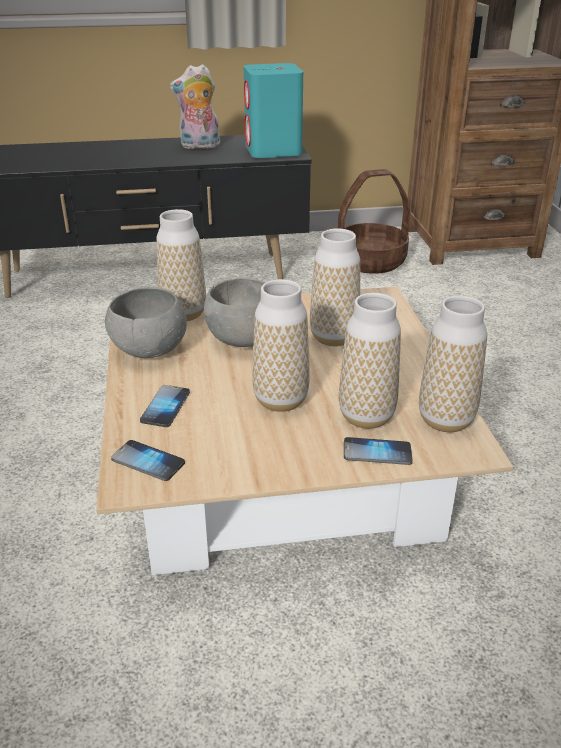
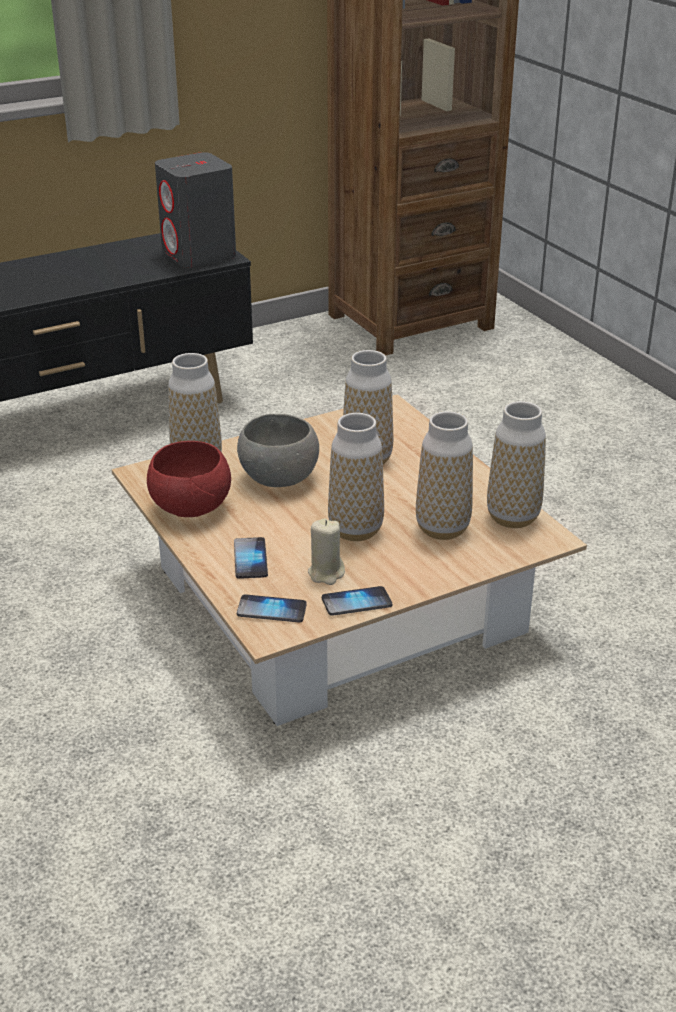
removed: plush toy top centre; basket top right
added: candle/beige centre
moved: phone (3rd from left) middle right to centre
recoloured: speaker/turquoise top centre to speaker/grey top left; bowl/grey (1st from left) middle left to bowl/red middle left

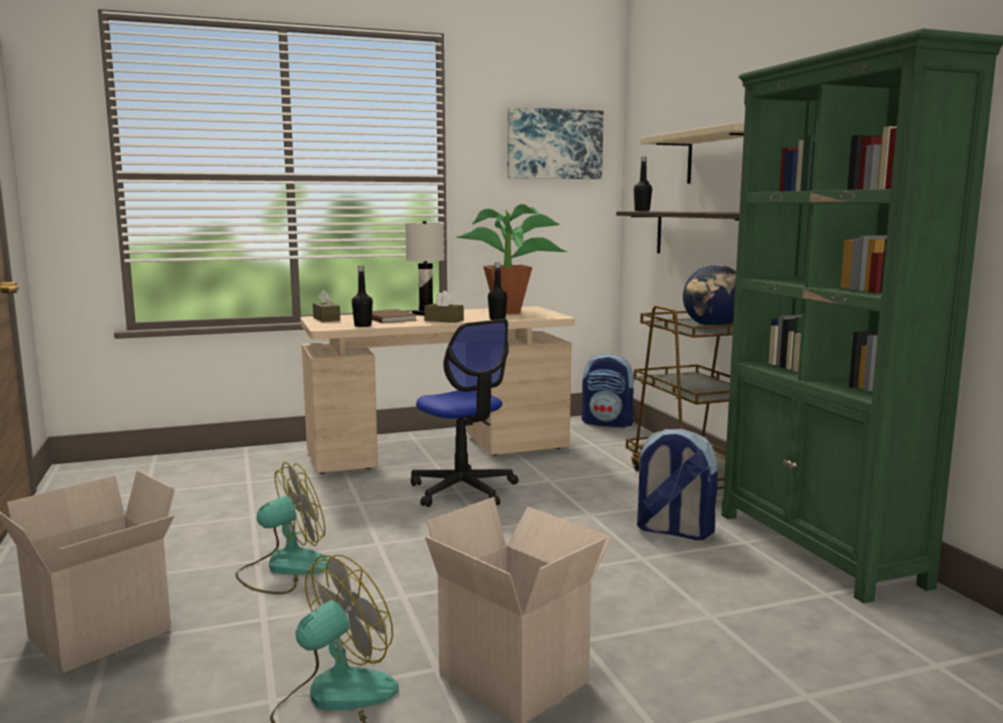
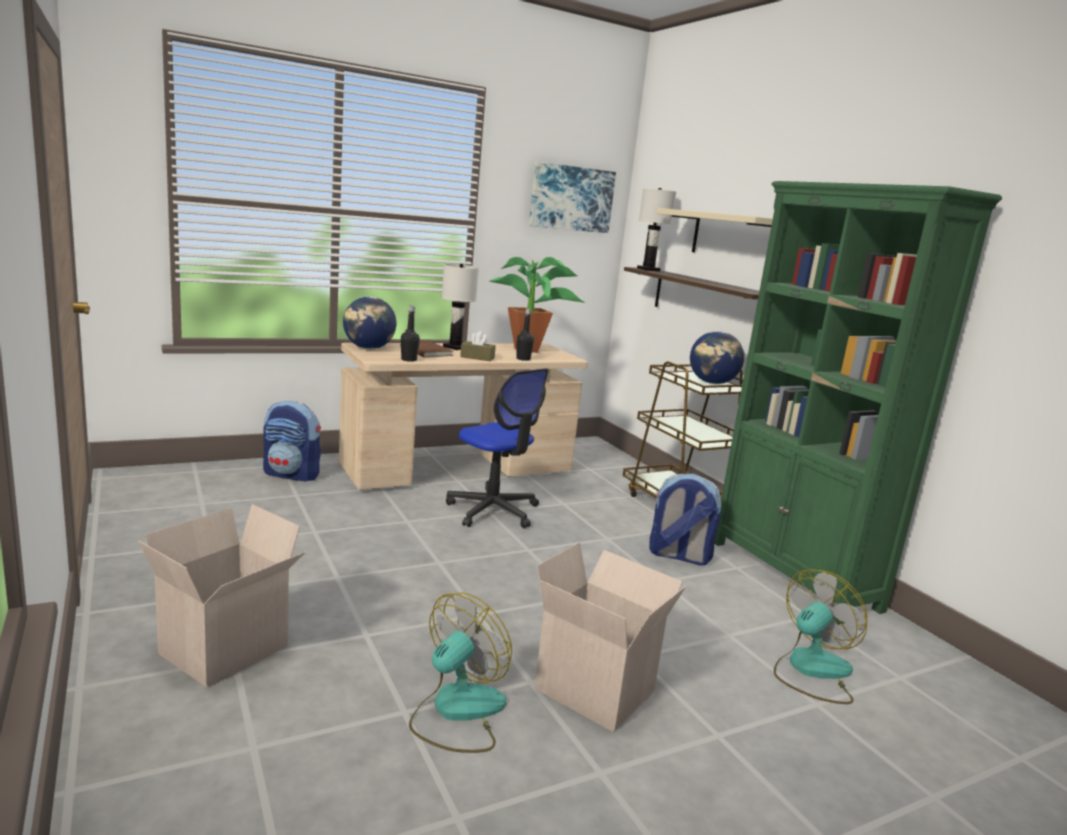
moved: backpack (1st from left) centre to middle left; fan (1st from left in the first image) bottom left to fan (2nd from left) bottom right
replaced: bottle/black (3rd from left) top centre to table lamp/white (2nd from left) top centre; tissue box/brown (1st from left) middle left to globe (1st from left) centre

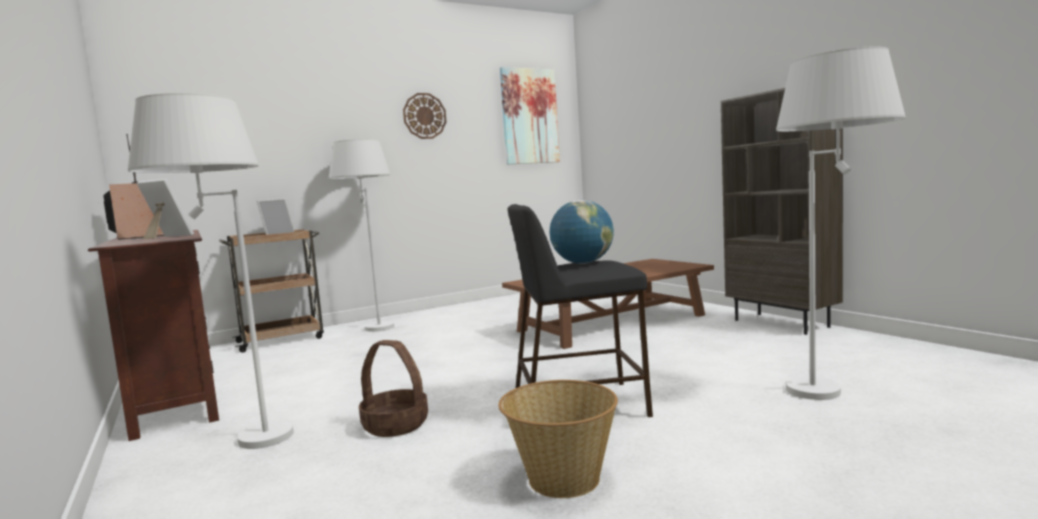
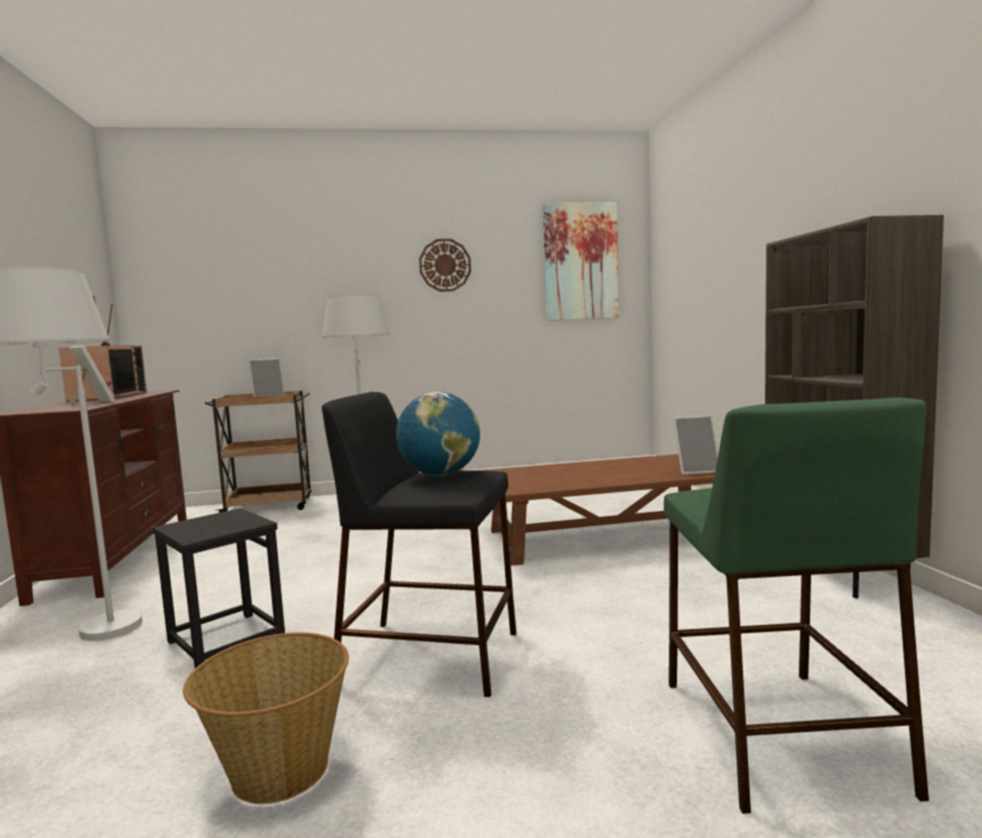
added: picture frame (3rd from left) middle right
replaced: floor lamp/white (3rd from left) middle right to stool/green bottom right; basket (1st from left) bottom centre to stool/black (1st from left) bottom left

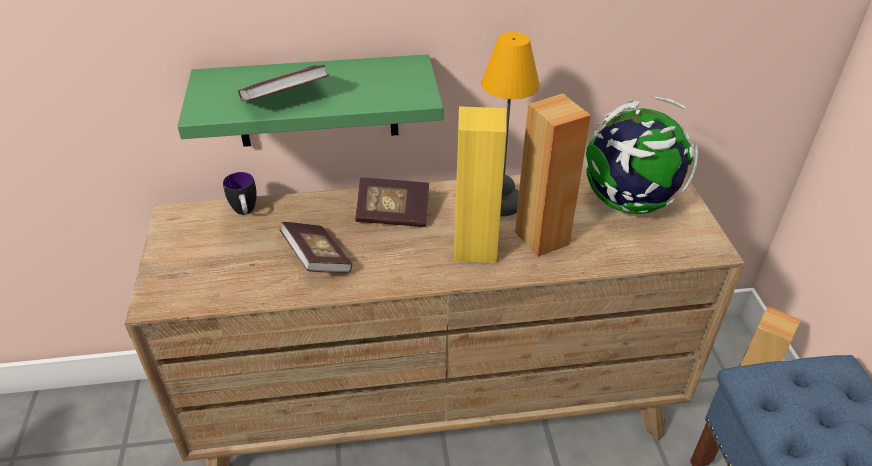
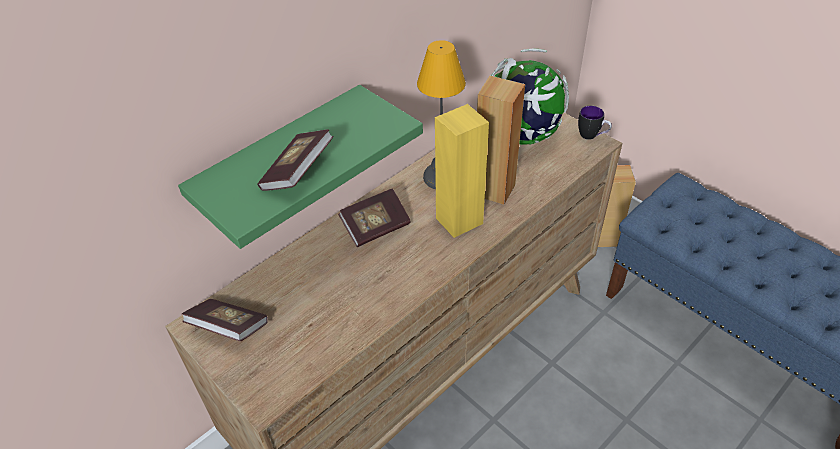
moved: mug middle left to top right; book (2nd from left in the first image) centre to book (1st from left) bottom left

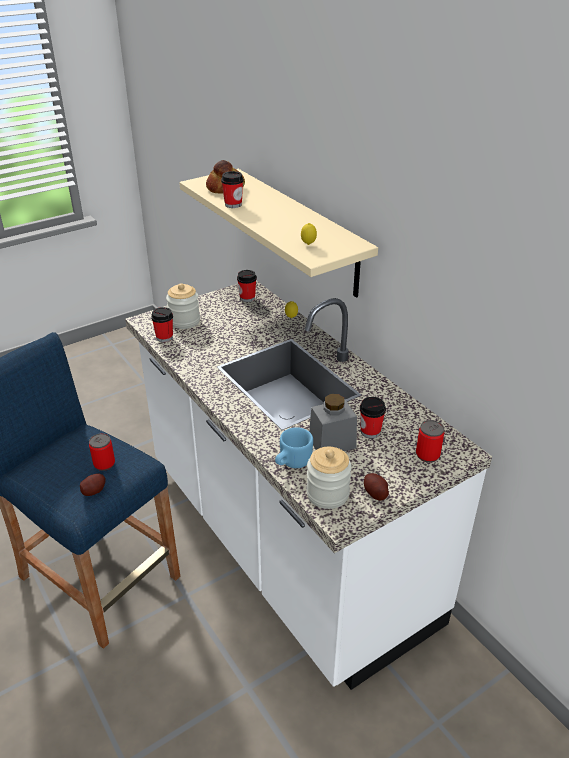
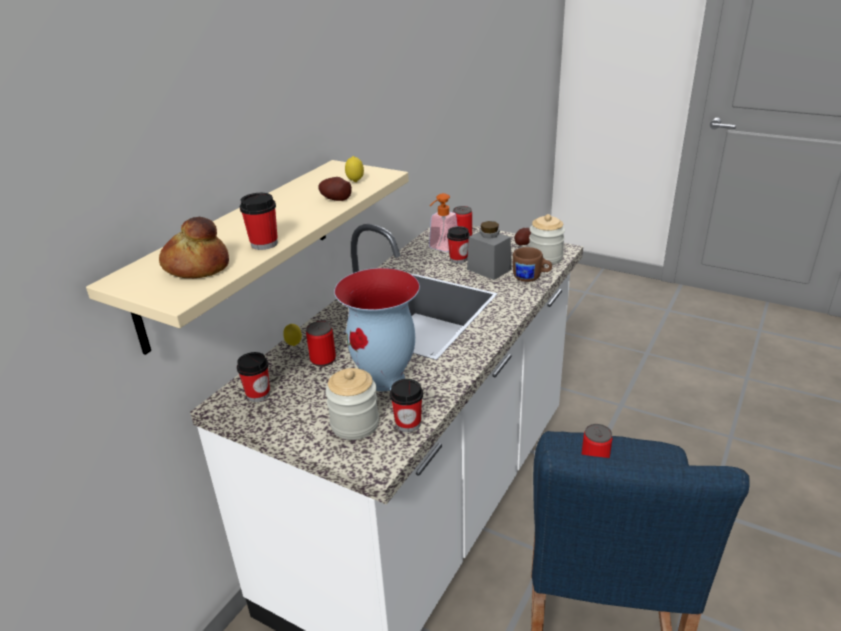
added: soap dispenser centre; vase centre; can (1st from left) centre
moved: potato (1st from left) middle left to top centre
recoloured: mug/blue centre to mug/brown centre

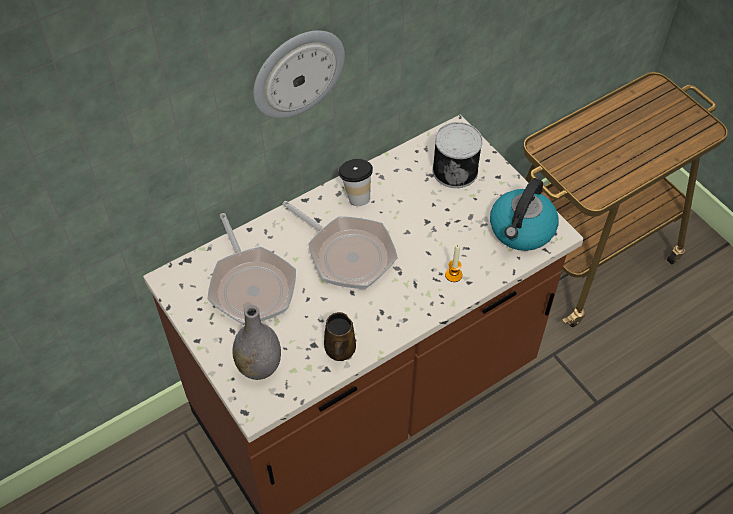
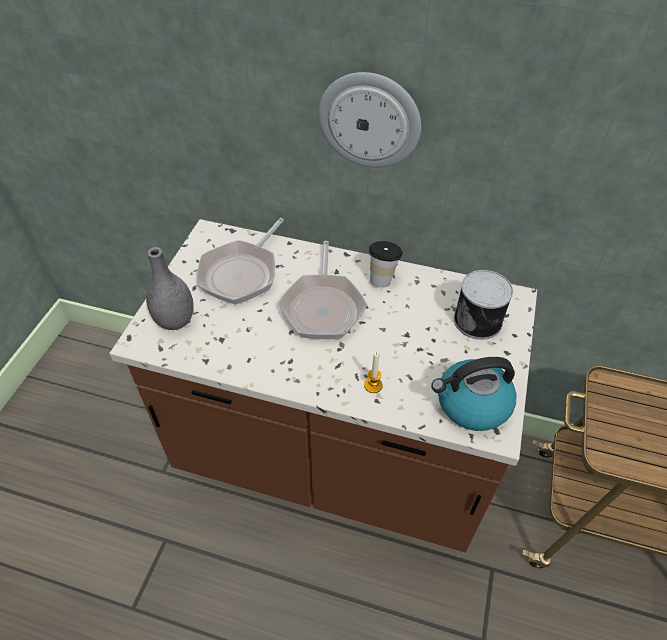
removed: mug/brown centre

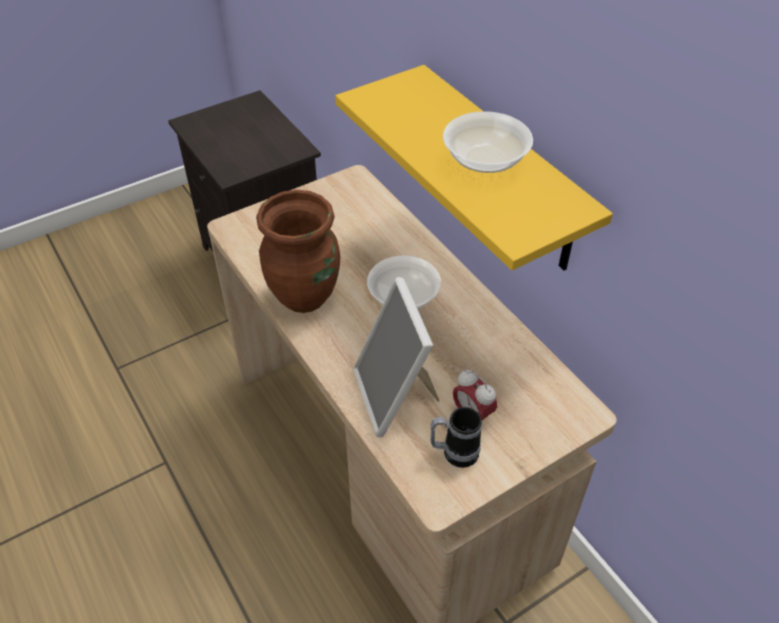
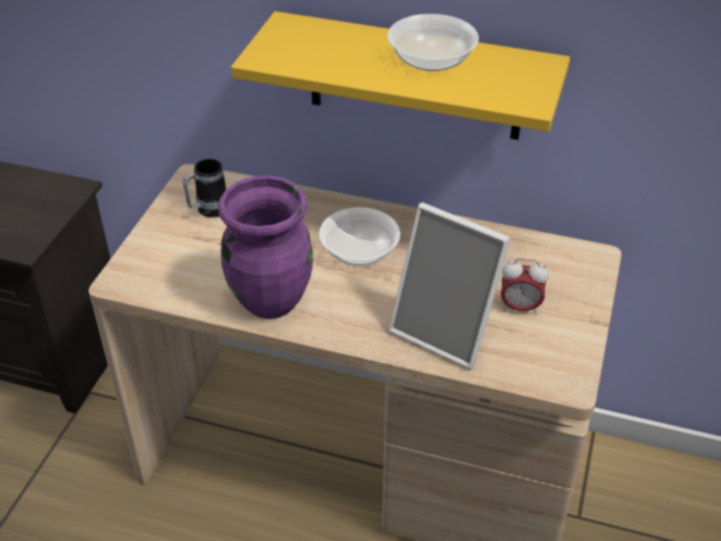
moved: mug bottom centre to middle left
recoloured: vase/brown centre to vase/purple centre

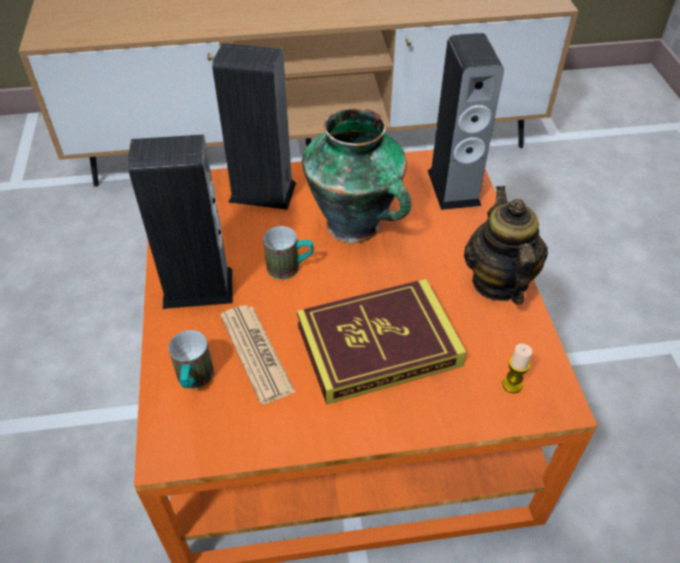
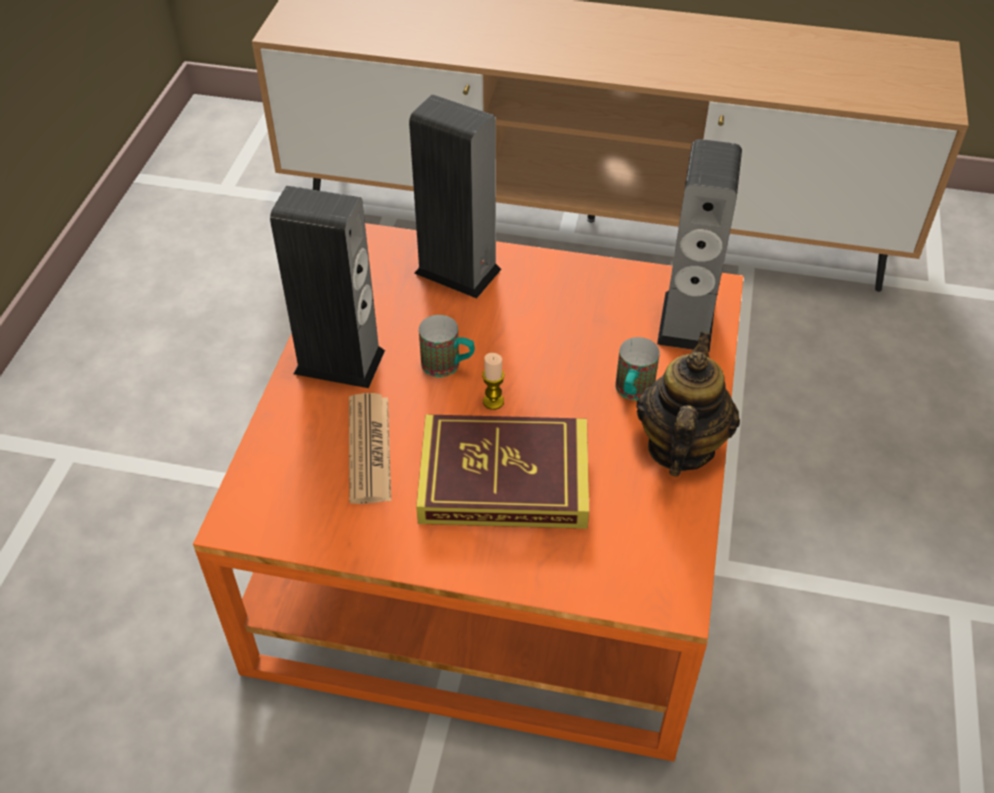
removed: vase top centre
moved: mug (1st from left in the first image) middle left to mug (2nd from left) centre; candle middle right to centre

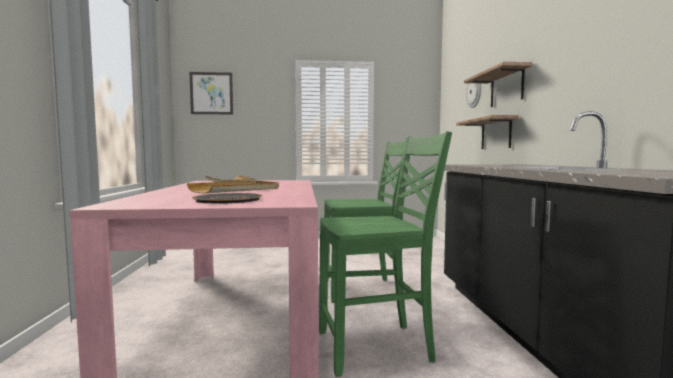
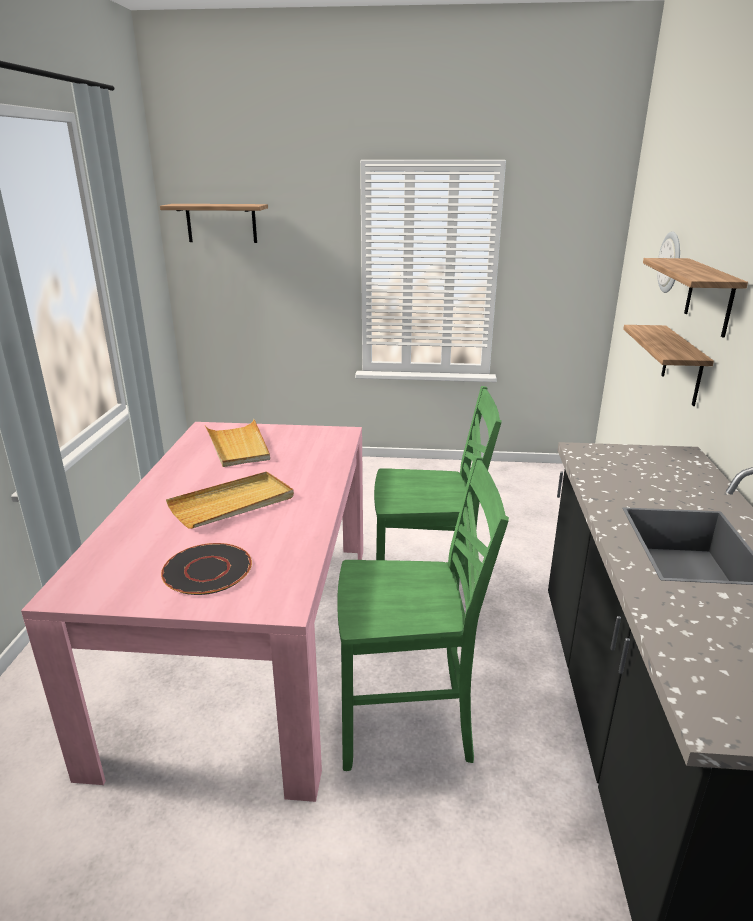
replaced: picture top left to shelf (1st from left) top left

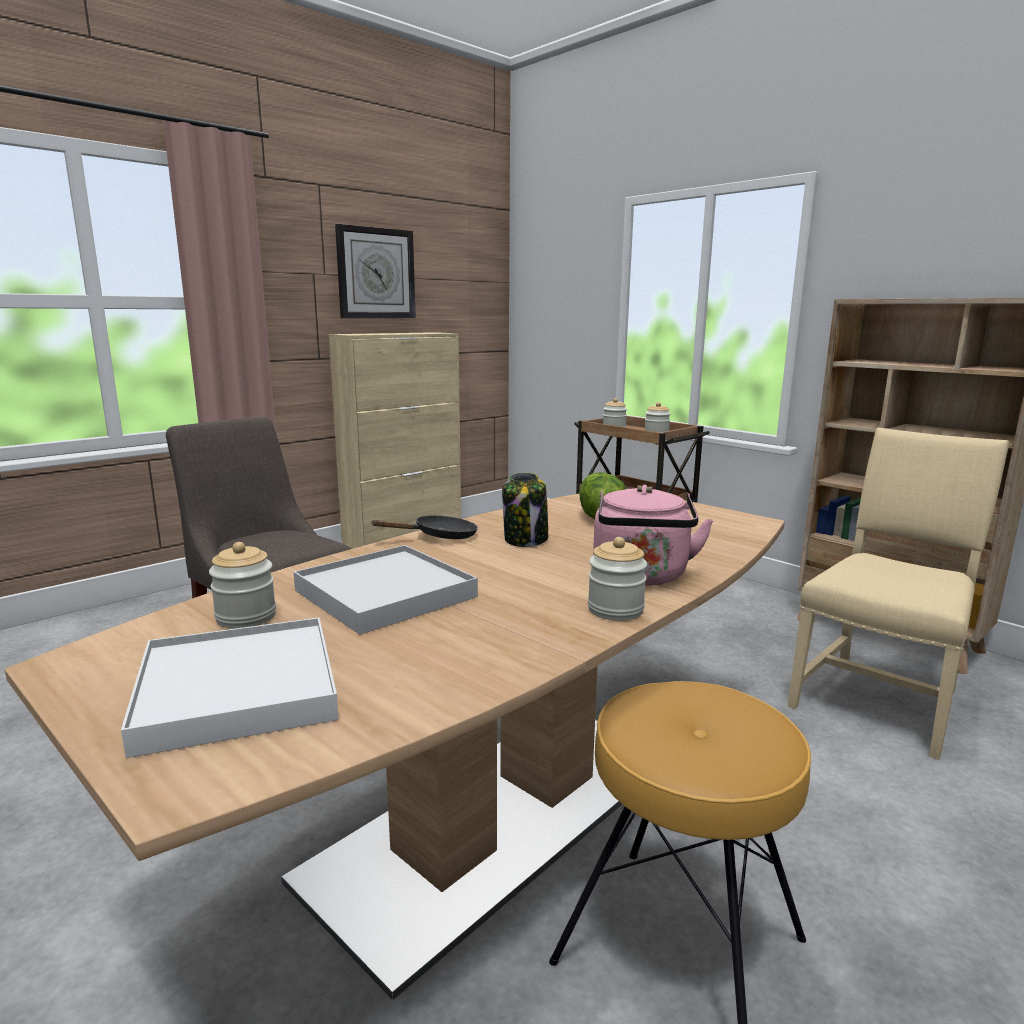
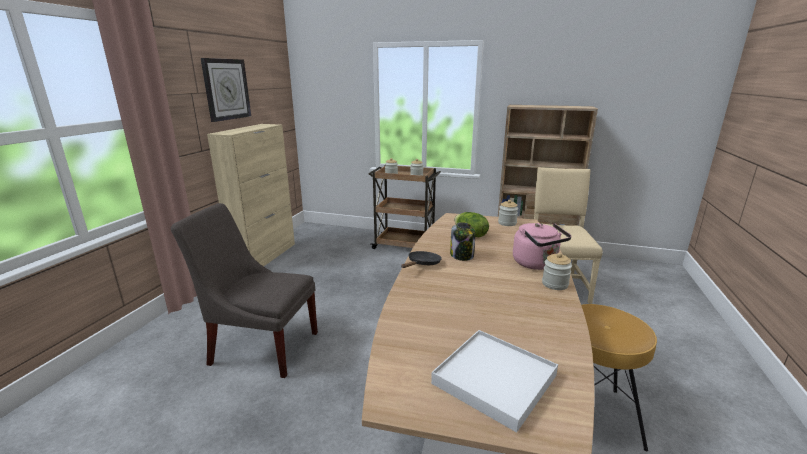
removed: tray/white (2nd from left) centre
moved: jar (1st from left in the first image) middle left to jar (4th from left) centre

